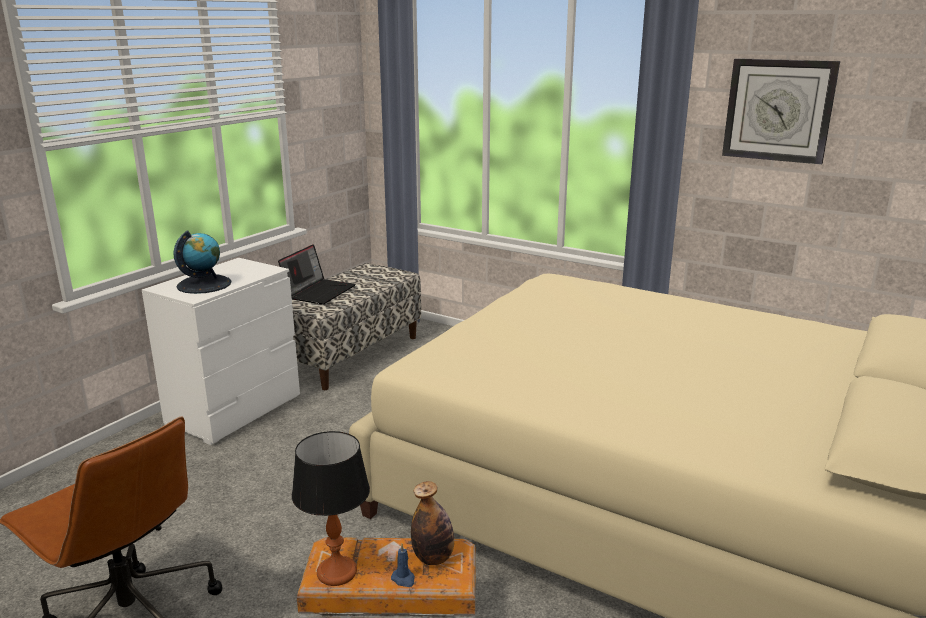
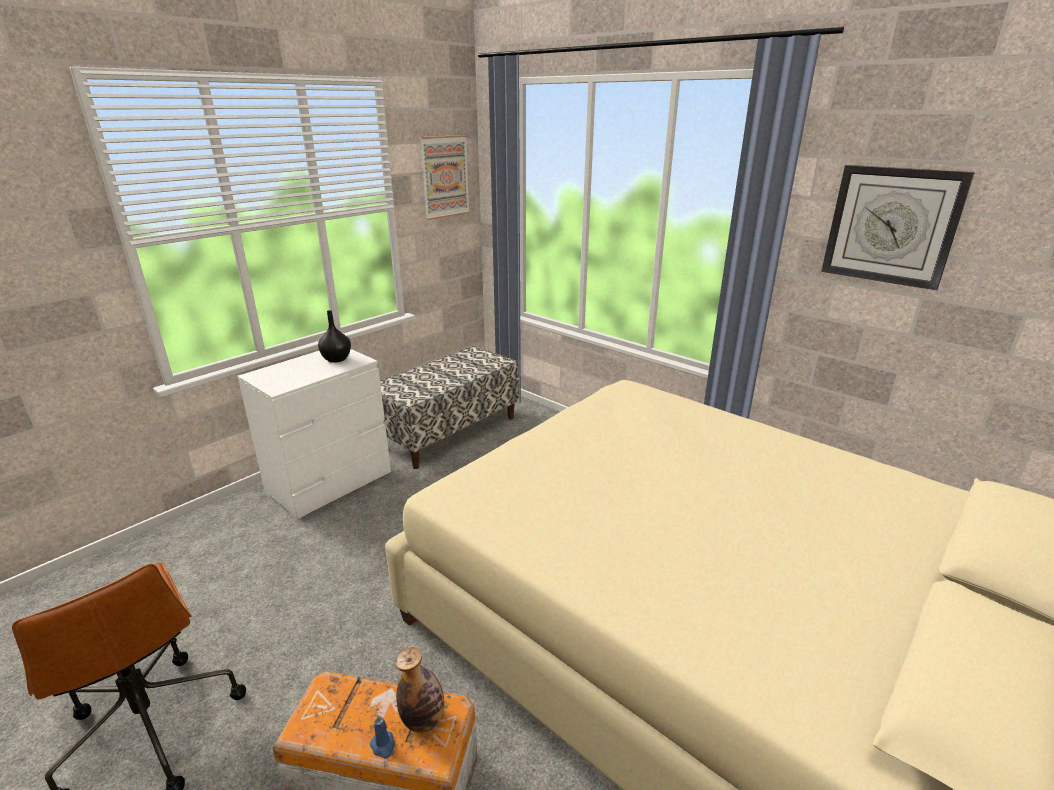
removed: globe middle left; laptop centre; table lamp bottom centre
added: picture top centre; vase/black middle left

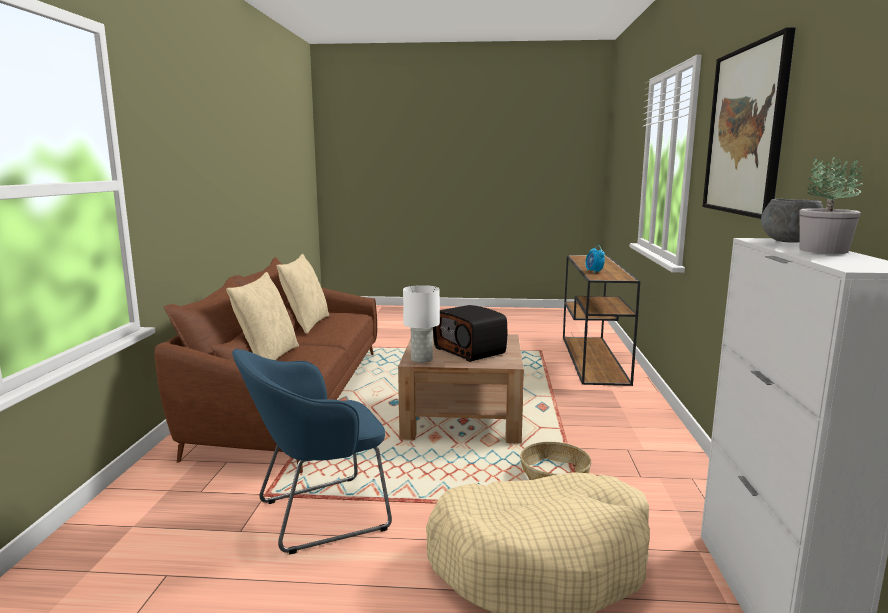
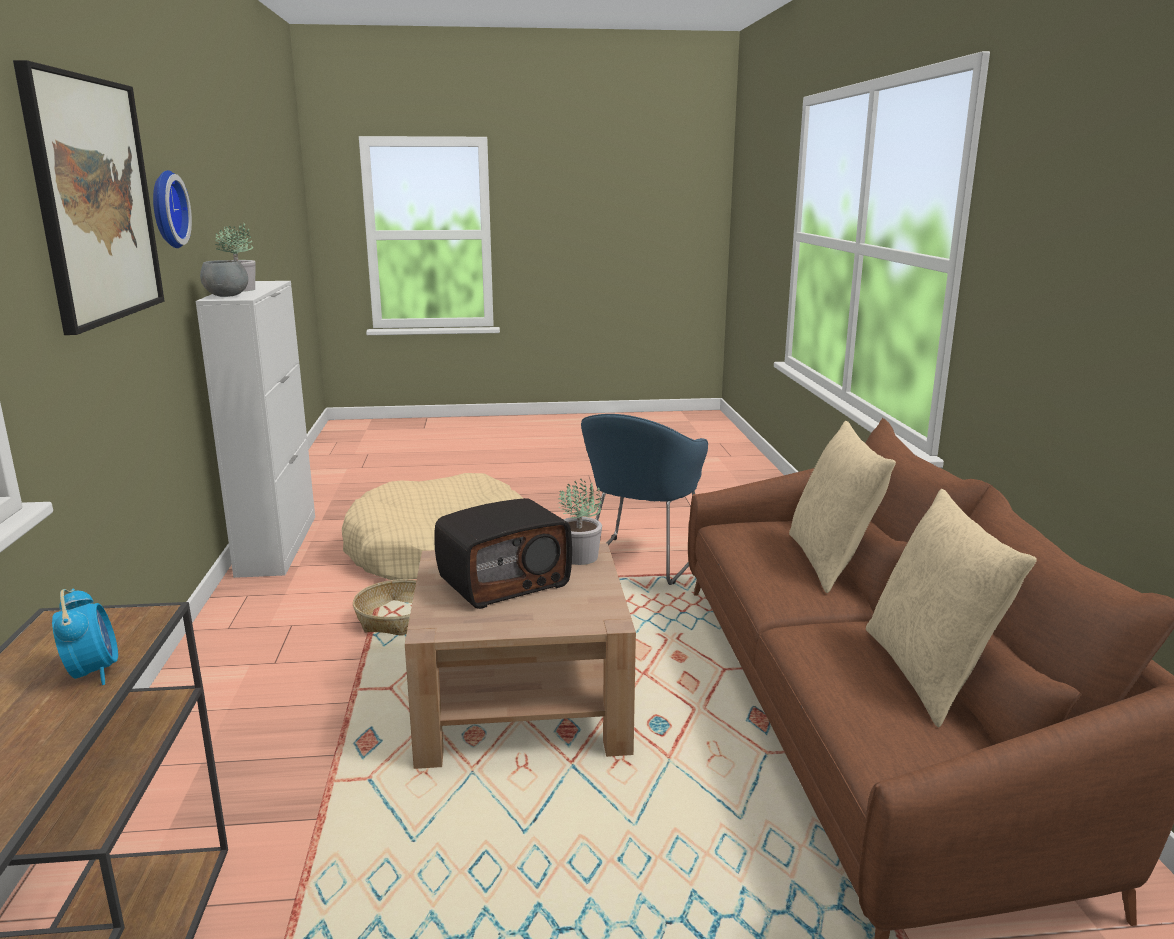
added: wall clock top left
replaced: table lamp/white centre to potted plant (2nd from left) centre
turned: radio centre = centre 105 degrees clockwise; armchair/blue bottom centre = centre 150 degrees clockwise

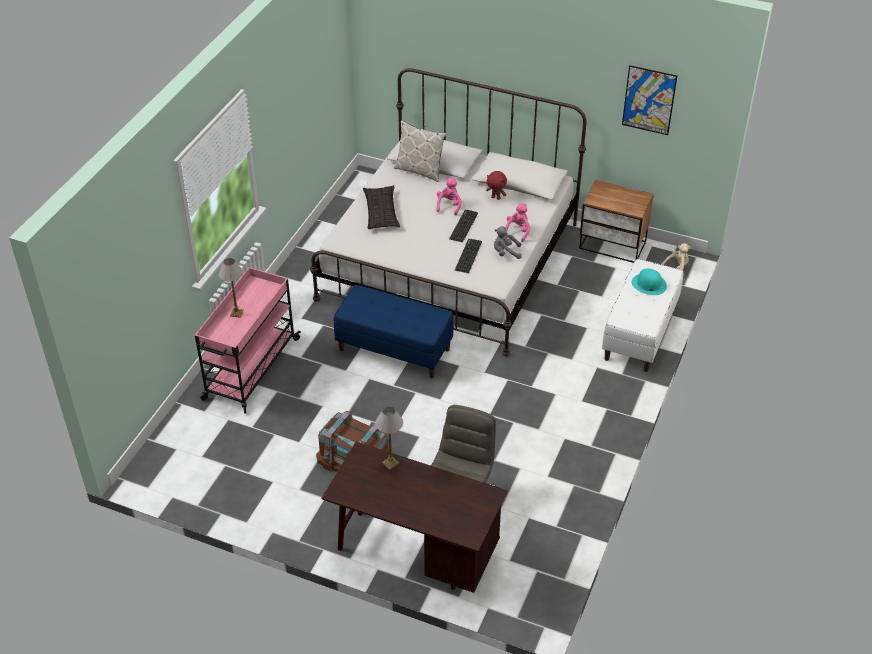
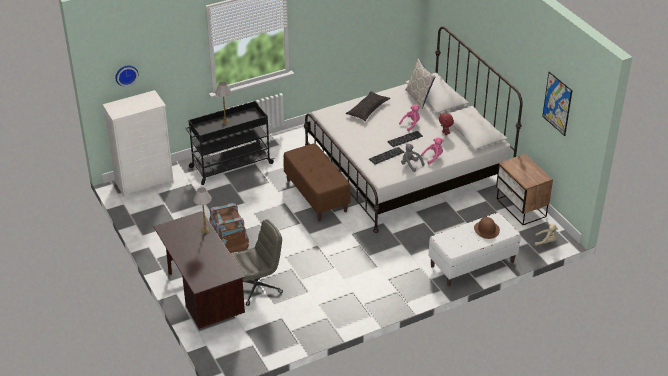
added: wall clock top left; dresser/white middle left
recoloured: cart/pink middle left to cart/black centre; hat/turquoise middle right to hat/brown middle right; bench/blue centre to bench/brown centre

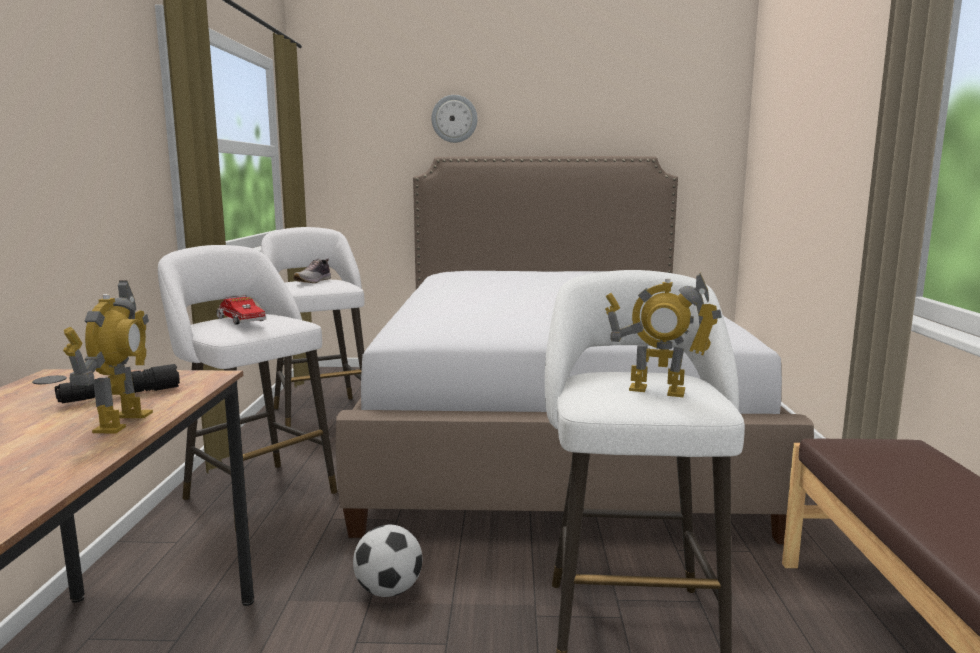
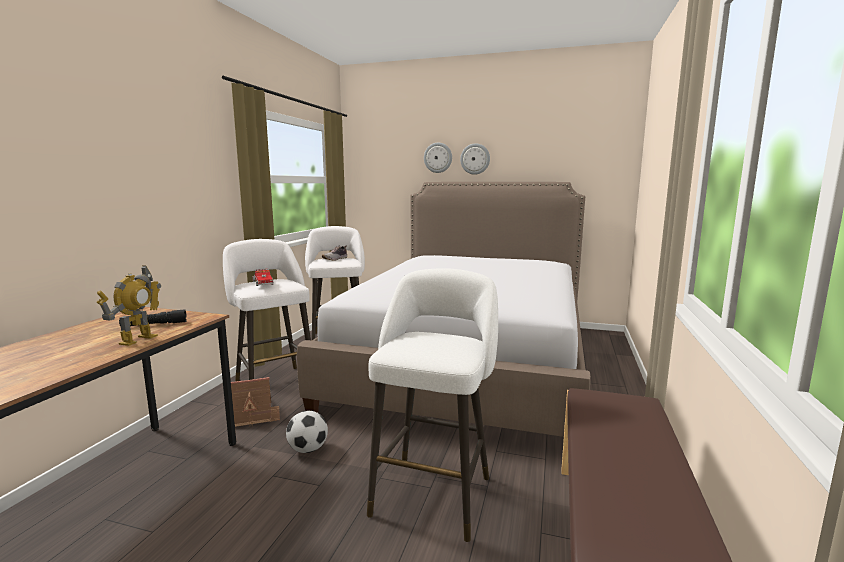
removed: toy robot (2nd from left) middle right
added: wall clock (2nd from left) top centre; toy house bottom left

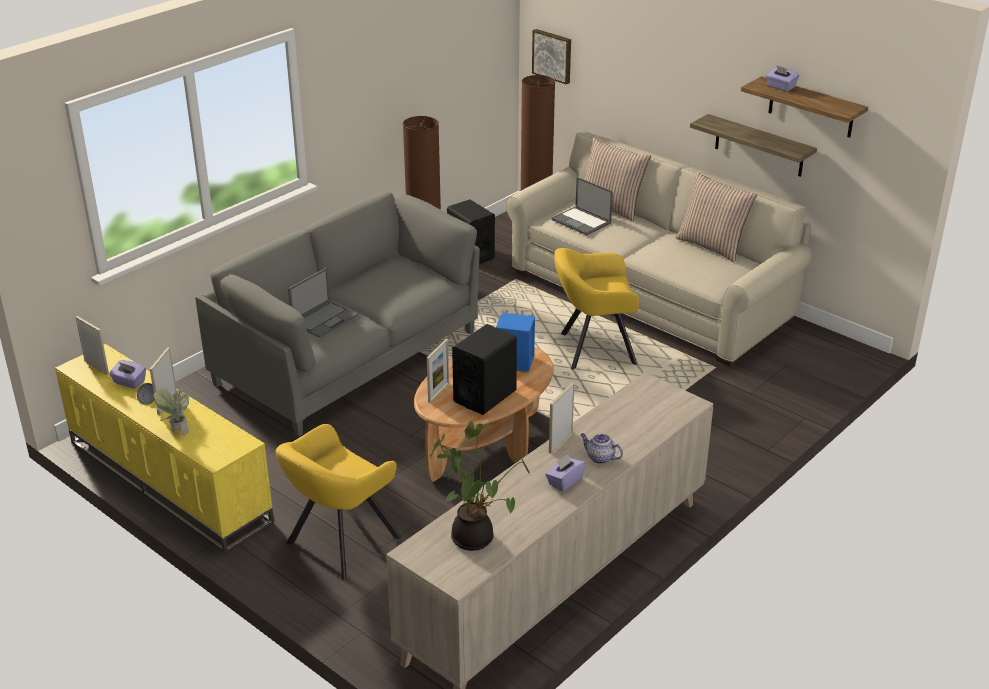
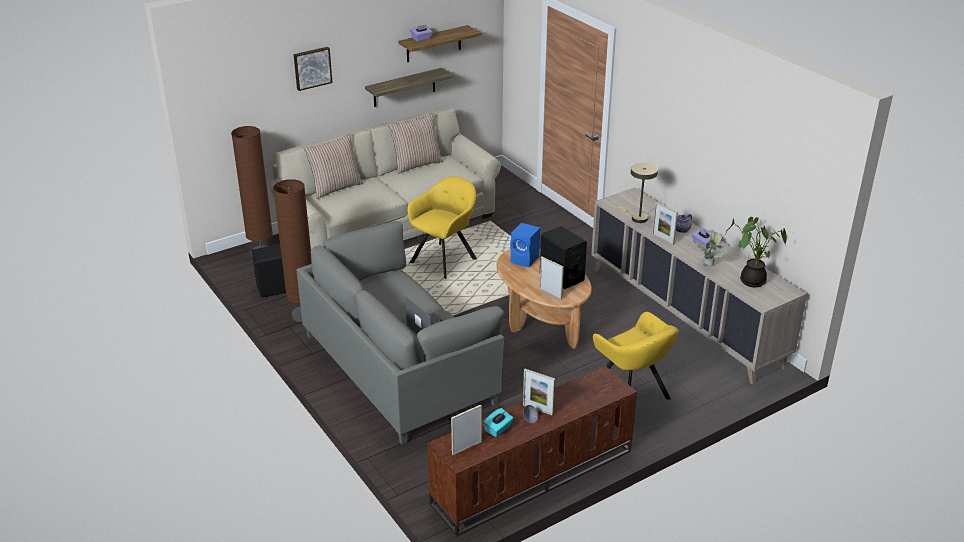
removed: laptop (2nd from left) top centre
added: table lamp/beige centre
moved: picture top centre to top left; potted plant (1st from left) middle left to middle right
recoloured: tv stand/yellow middle left to tv stand/brown bottom centre; tissue box/purple (1st from left) middle left to tissue box/turquoise bottom centre
turned: armchair/yellow (2nd from left in the first image) centre = centre 150 degrees counterclockwise

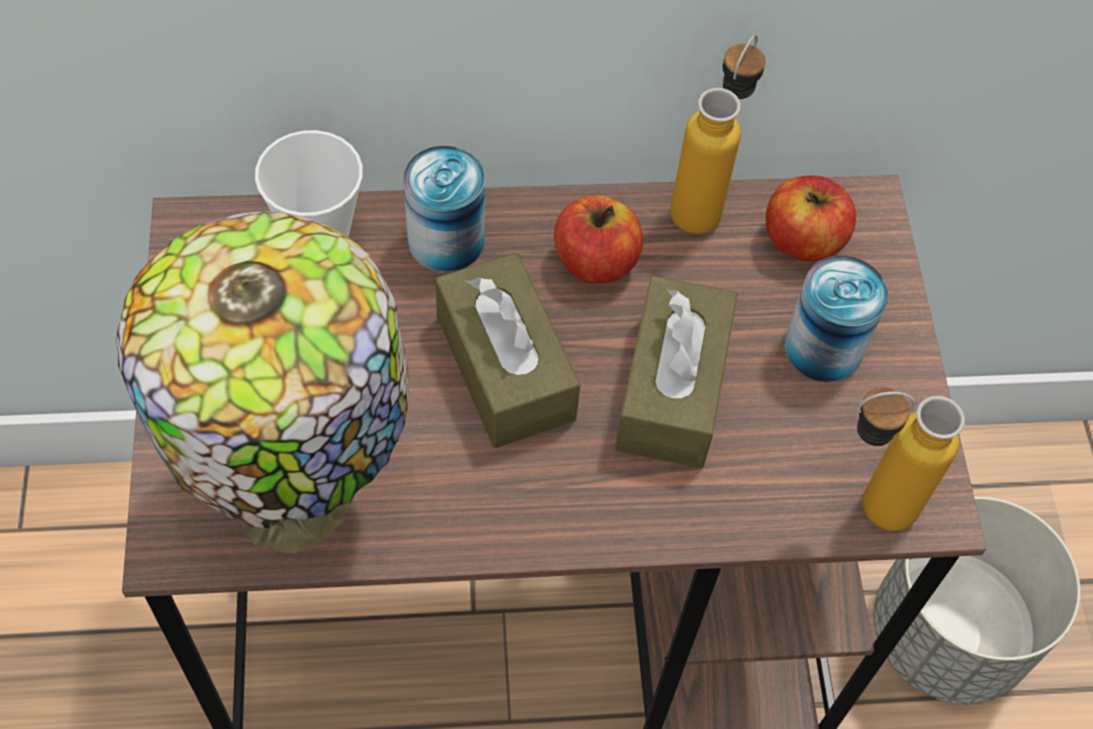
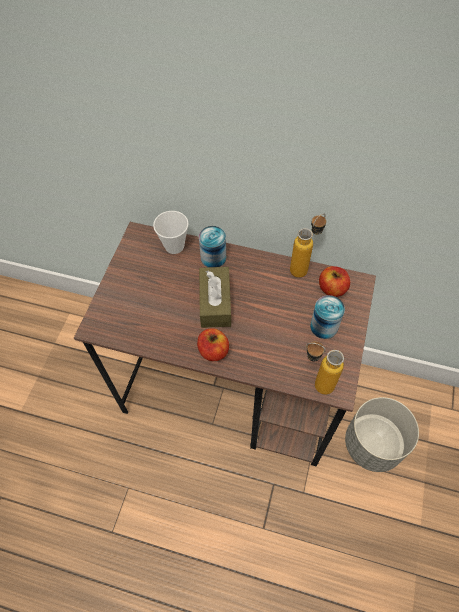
removed: table lamp middle left; tissue box/brown (2nd from left) centre
moved: apple (1st from left) top centre to centre

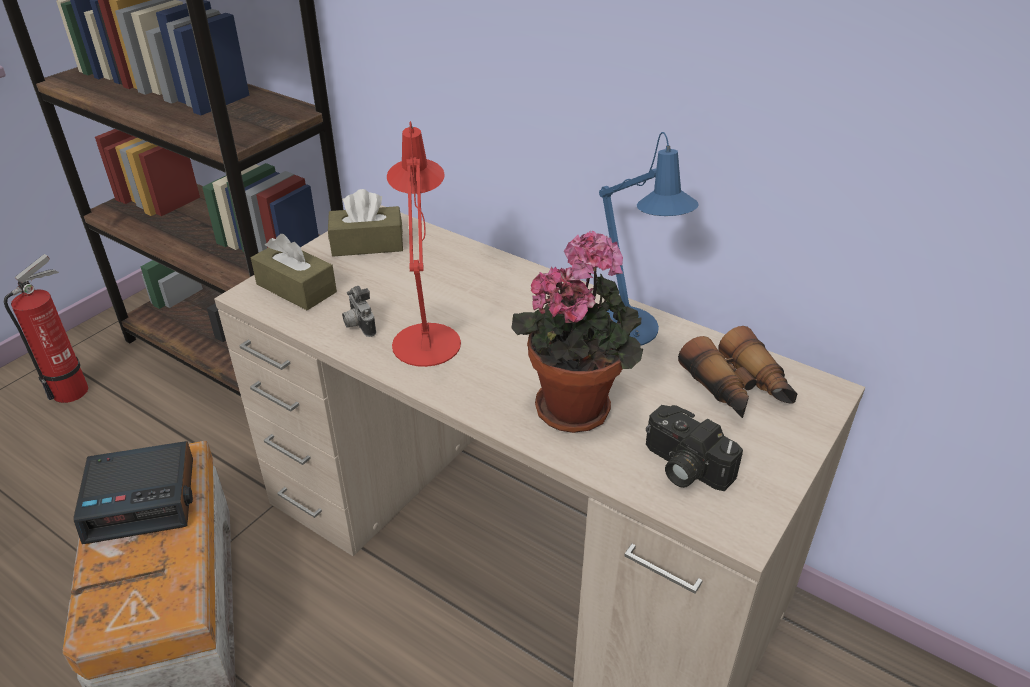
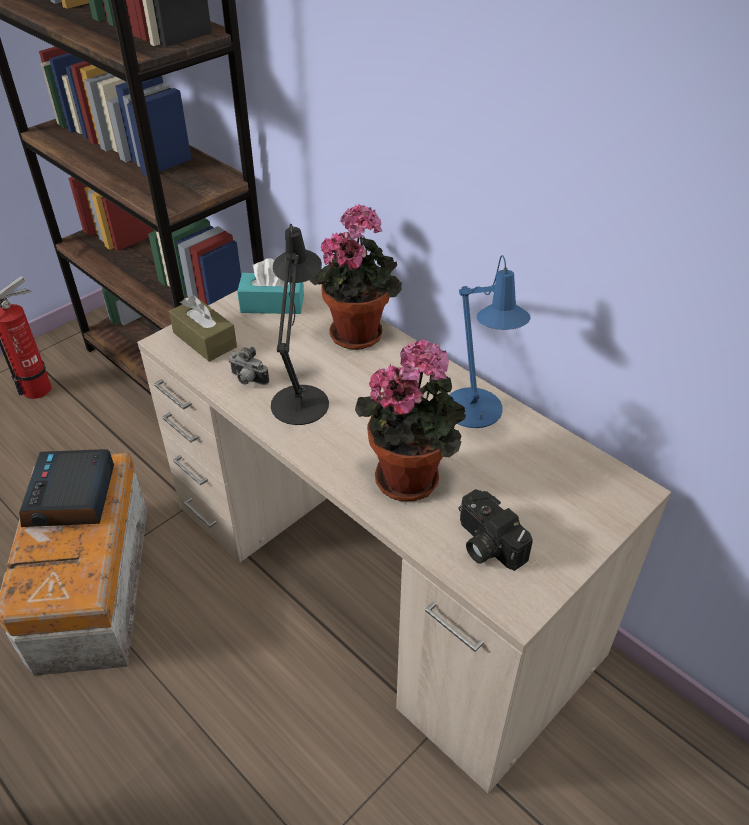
removed: binoculars middle right
added: potted plant (1st from left) centre
recoloured: table lamp/red centre to table lamp/black centre; tissue box/brown (2nd from left) top centre to tissue box/turquoise centre
turned: photo camera (1st from left) centre = middle left 45 degrees counterclockwise; alarm clock bottom left = middle left 90 degrees clockwise

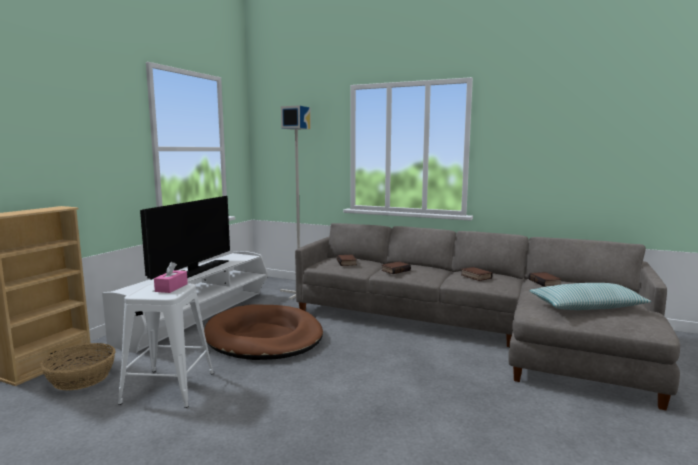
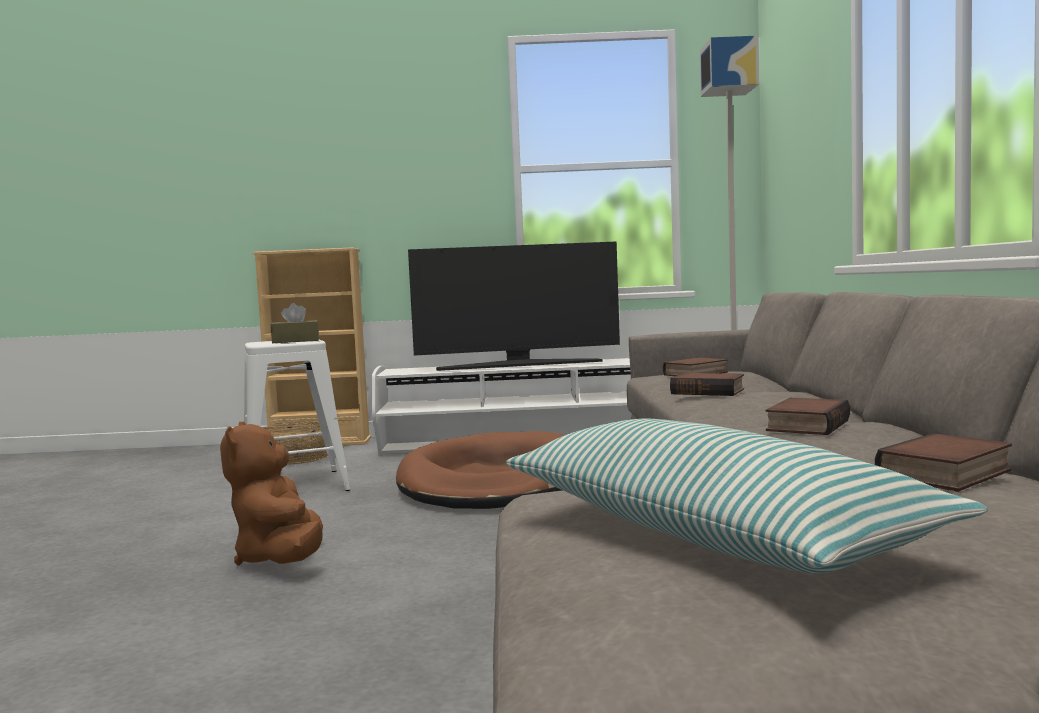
added: plush toy/brown bottom left
recoloured: tissue box/pink middle left to tissue box/brown middle left

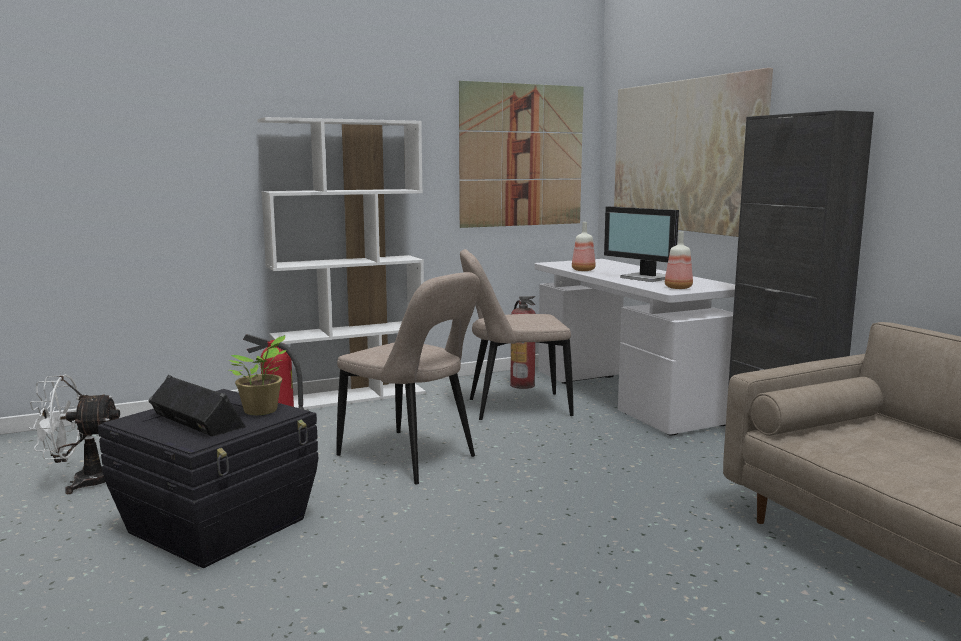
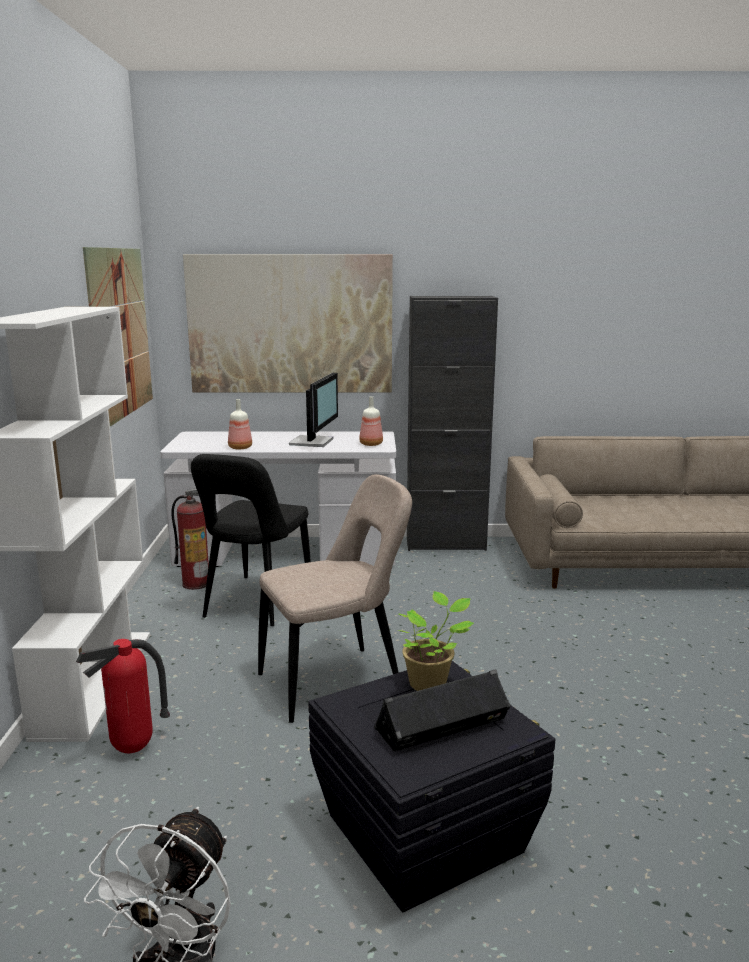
recoloured: chair/beige (2nd from left) centre to chair/black centre
turned: monitor middle right = centre 60 degrees counterclockwise

